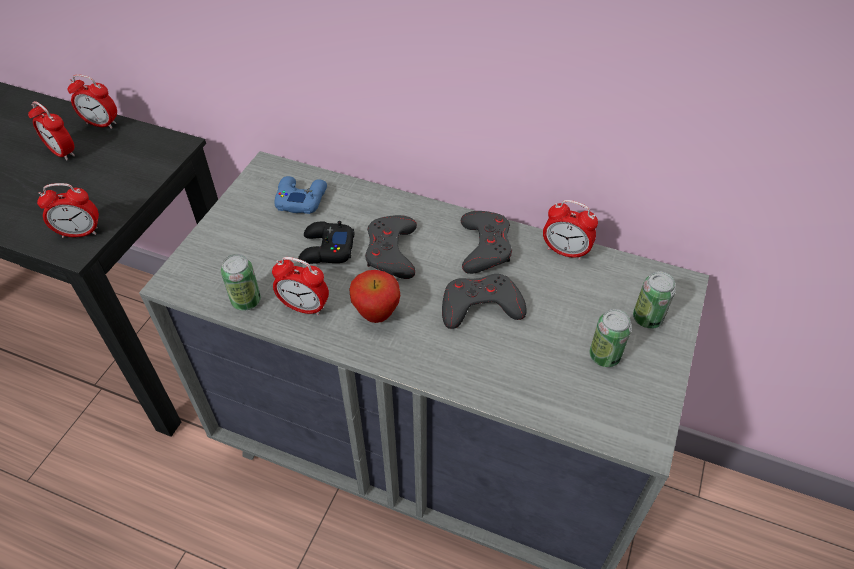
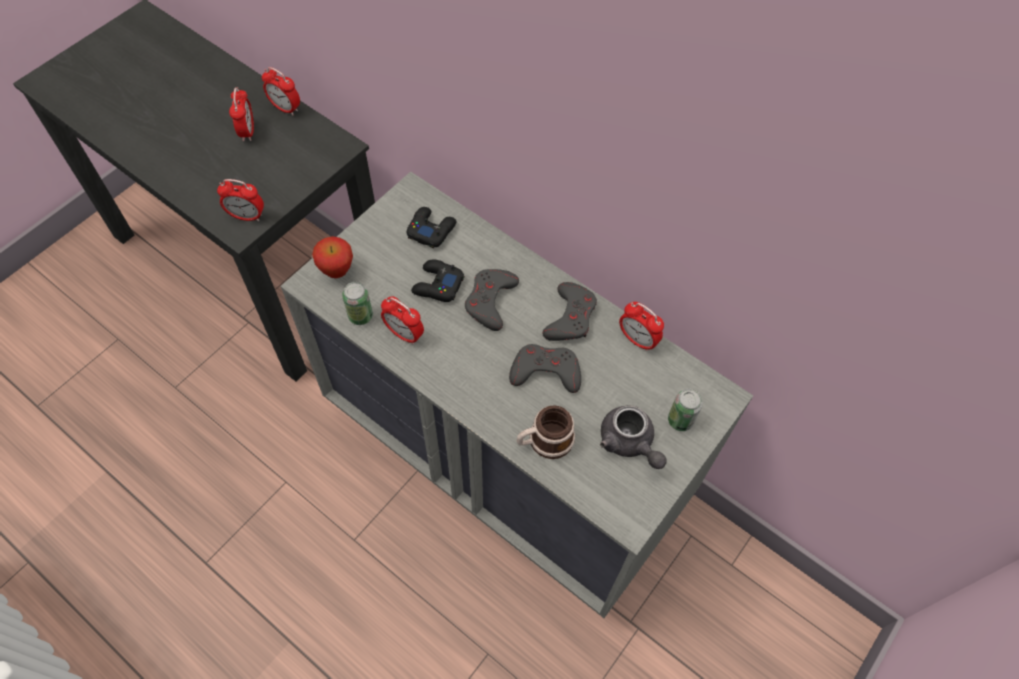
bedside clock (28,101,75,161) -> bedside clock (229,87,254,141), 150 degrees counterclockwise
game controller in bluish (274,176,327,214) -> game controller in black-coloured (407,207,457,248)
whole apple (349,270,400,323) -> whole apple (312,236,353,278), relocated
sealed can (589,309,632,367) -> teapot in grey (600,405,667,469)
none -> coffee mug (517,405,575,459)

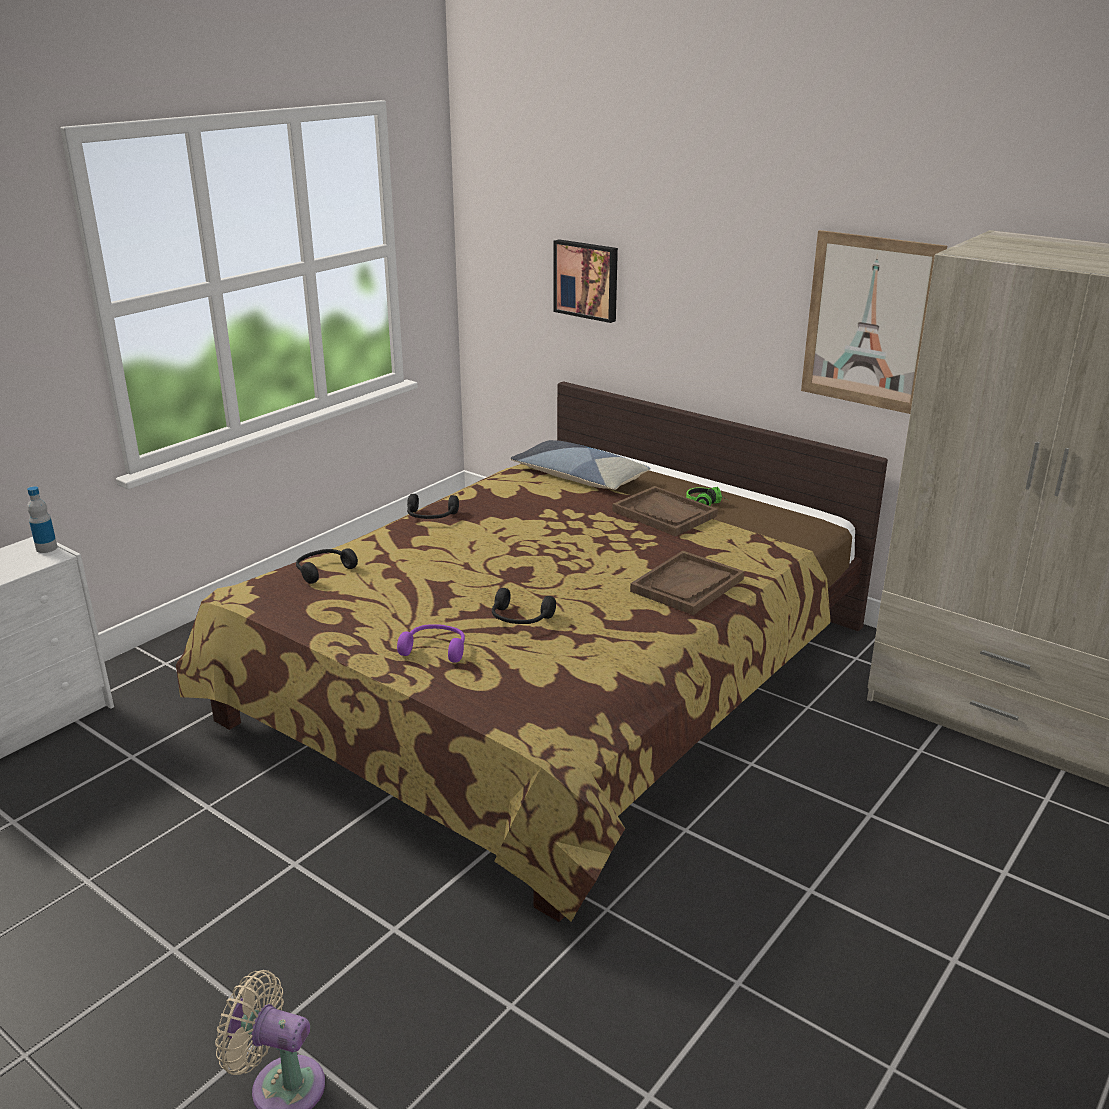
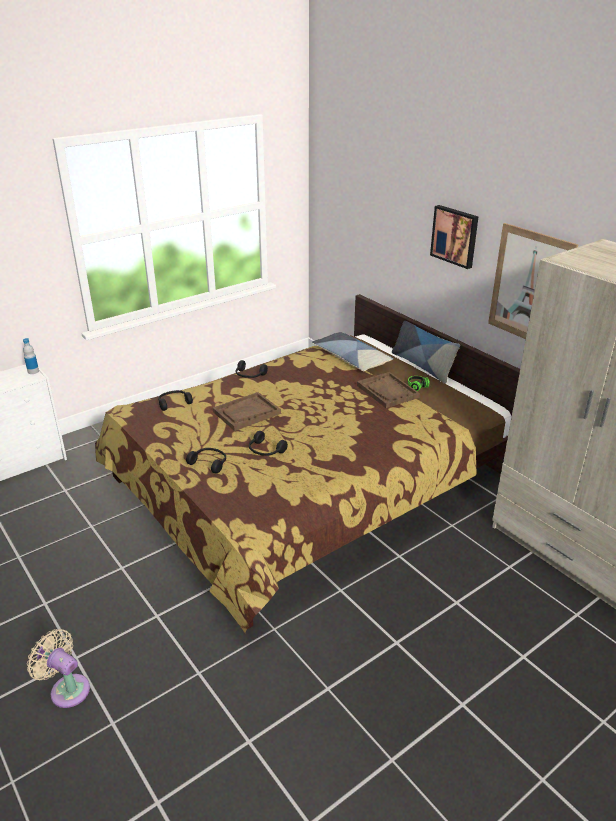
wall art (554,239,618,323) -> wall art (430,205,478,269), relocated
carrying tray in brown-coloured (630,551,744,615) -> carrying tray in brown-coloured (213,392,281,431), relocated
headphones in purple-coloured (397,624,465,663) -> headphones in black-coloured (186,448,226,473)
none -> cushion (392,321,460,384)

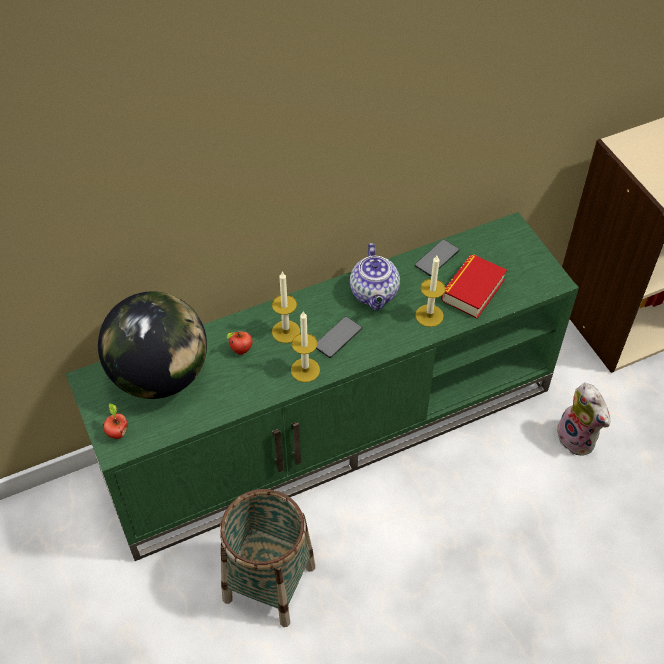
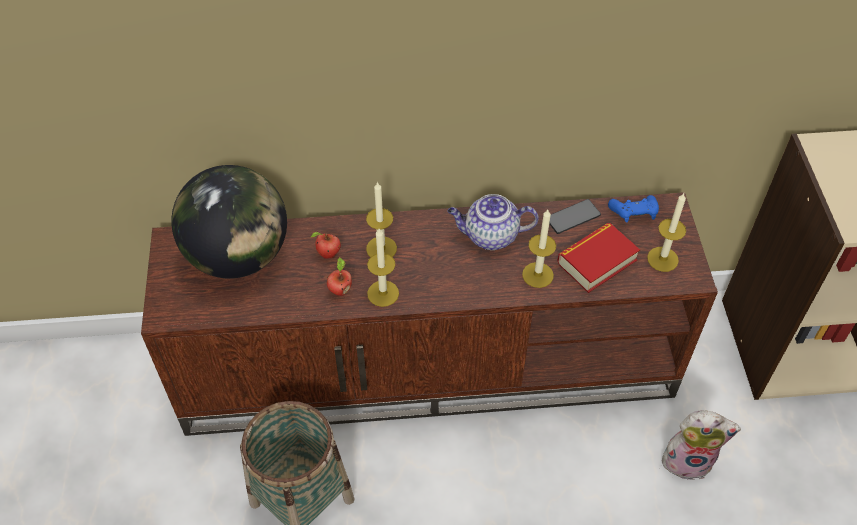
tv stand in greenish (66,212,579,561) -> tv stand in brown-coloured (141,192,718,436)
teapot (350,243,400,310) -> teapot (447,194,539,250), 75 degrees clockwise
handset (316,316,362,358) -> none
cuddly toy (557,383,611,456) -> cuddly toy (662,410,741,480), 75 degrees counterclockwise
whole apple (103,403,128,439) -> whole apple (327,257,352,296), relocated
none -> wax candle (647,193,686,272)
none -> game controller in bluish (608,195,659,222)

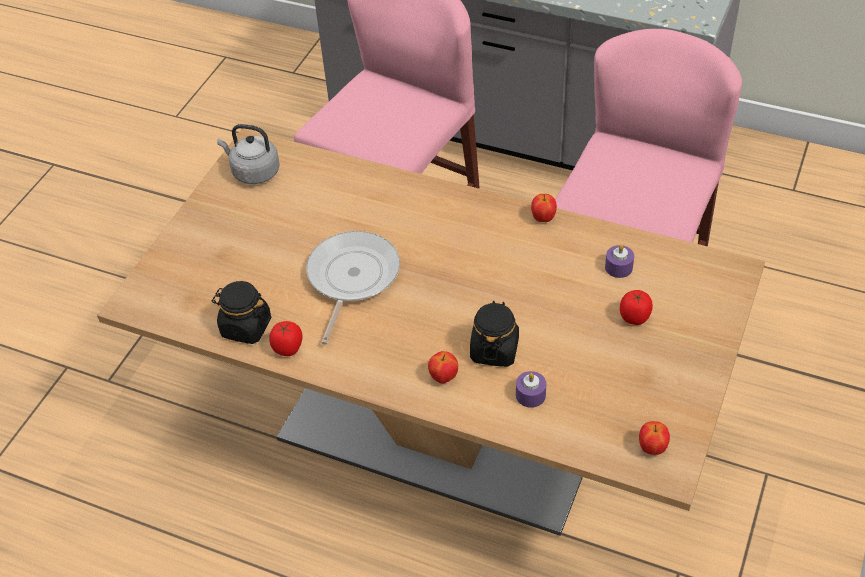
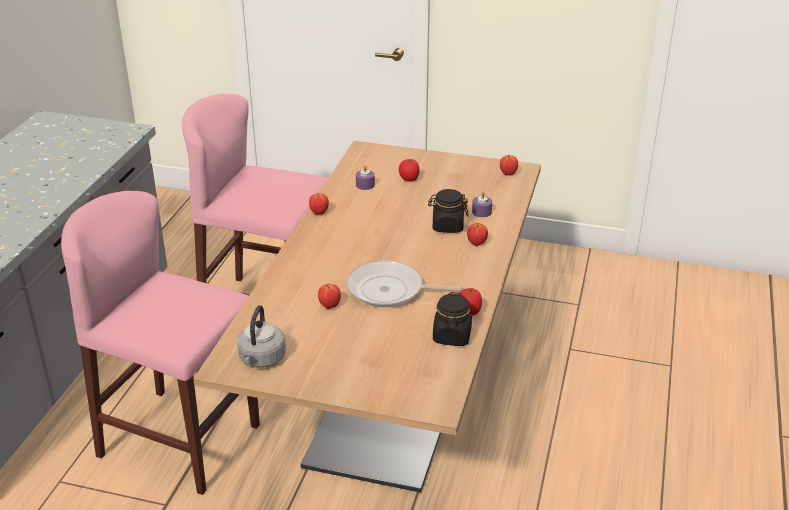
none -> whole apple (318,284,341,309)

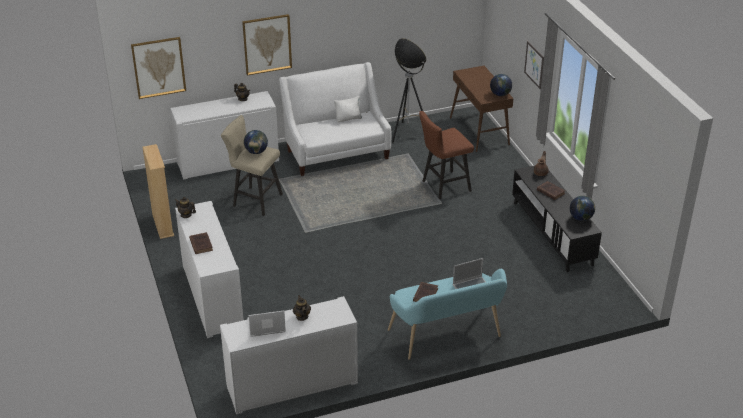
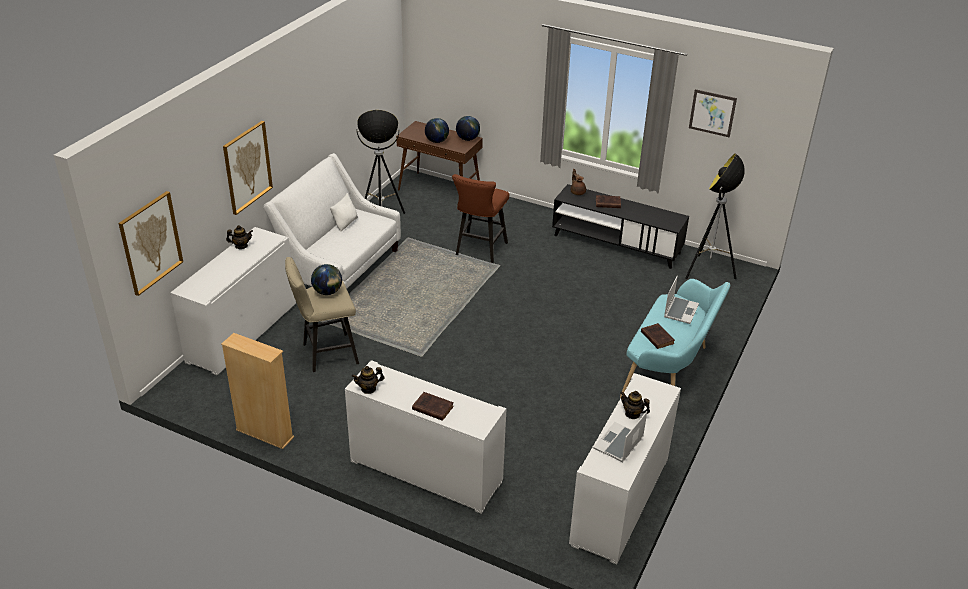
wall art (524,41,544,89) -> wall art (689,89,737,137), relocated
world globe (570,196,595,221) -> world globe (425,118,449,143), relocated
none -> standard lamp (685,153,745,279)

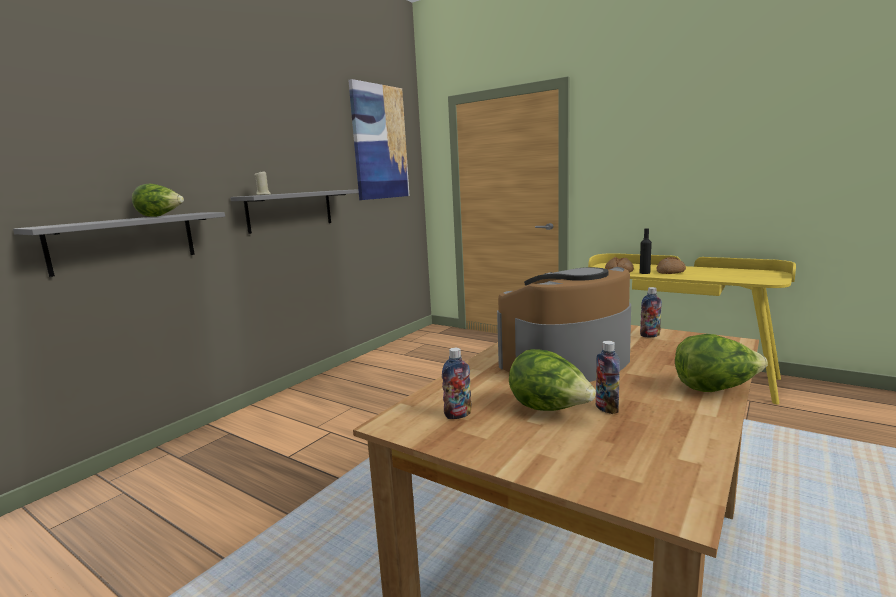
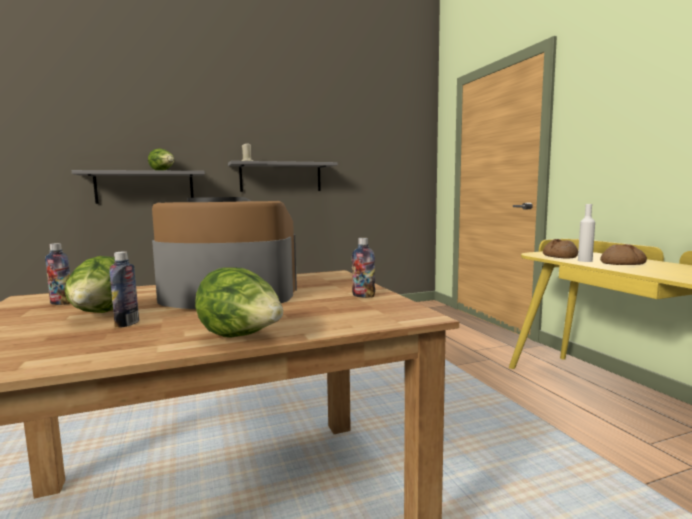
wall art (348,79,410,200) -> none
drink bottle in black-coloured (639,228,652,274) -> drink bottle in white (578,204,595,262)

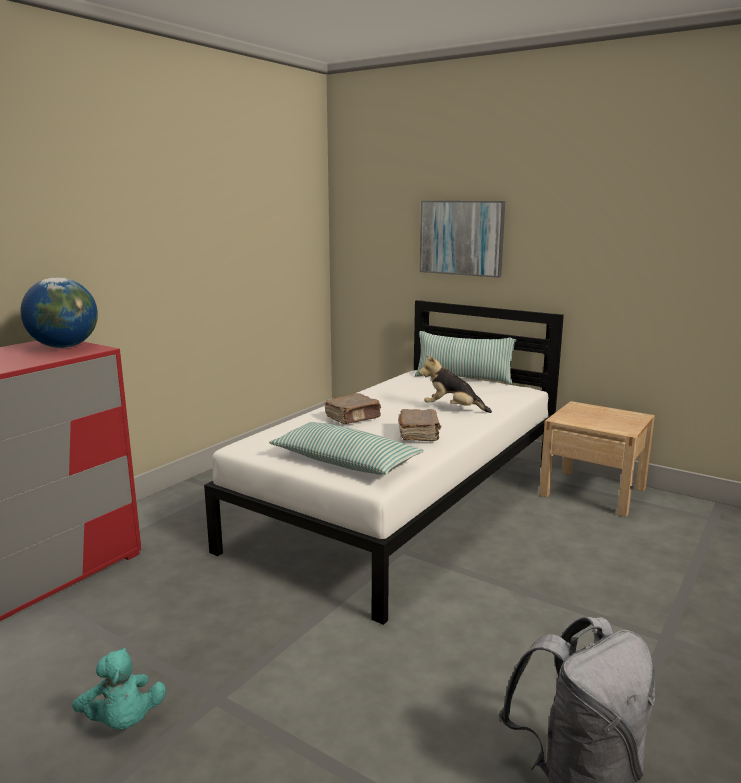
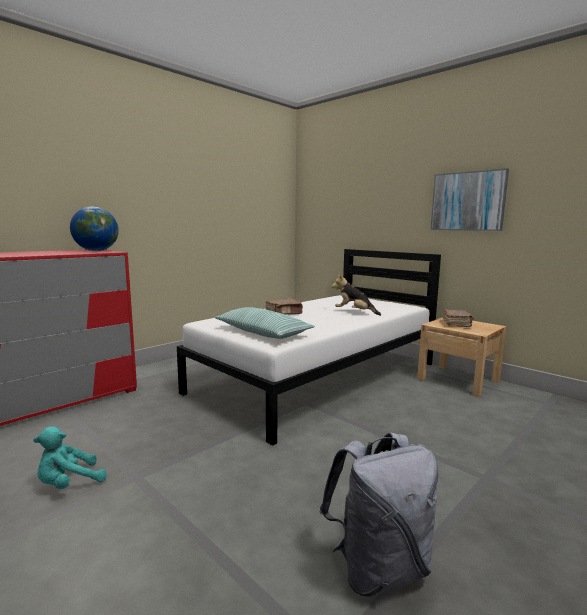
wall art (420,201,505,278) -> wall art (431,168,509,231), relocated
cushion (415,331,516,384) -> none
book in brown-coloured (398,409,441,441) -> book in brown-coloured (442,309,474,327), relocated
cuddly toy in turquoise (72,648,166,729) -> cuddly toy in turquoise (33,426,107,489), 75 degrees clockwise

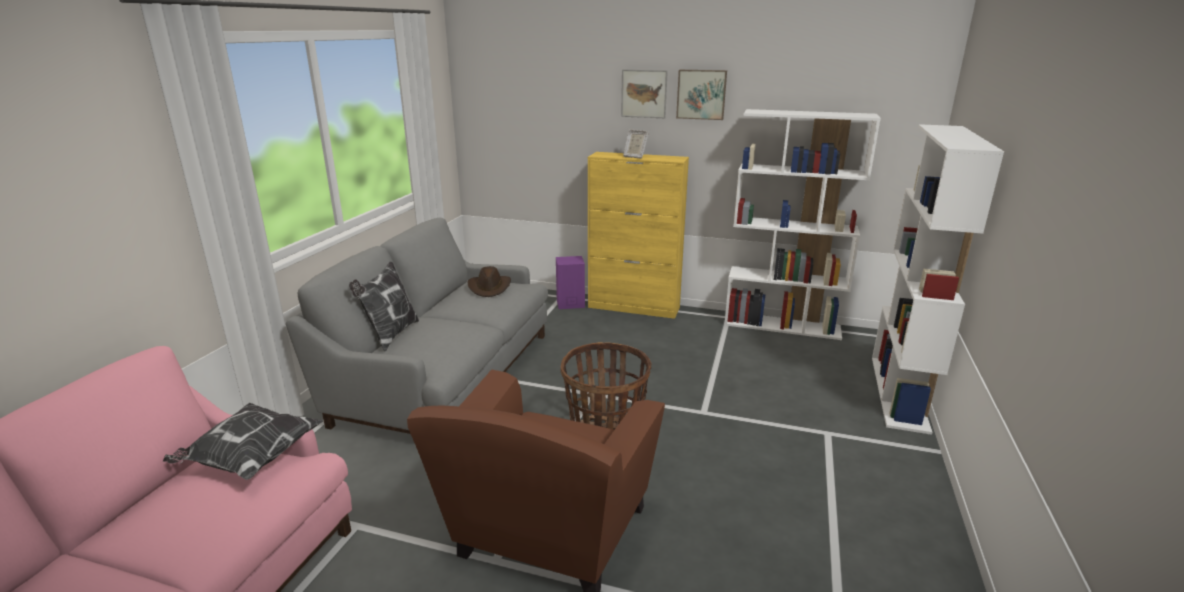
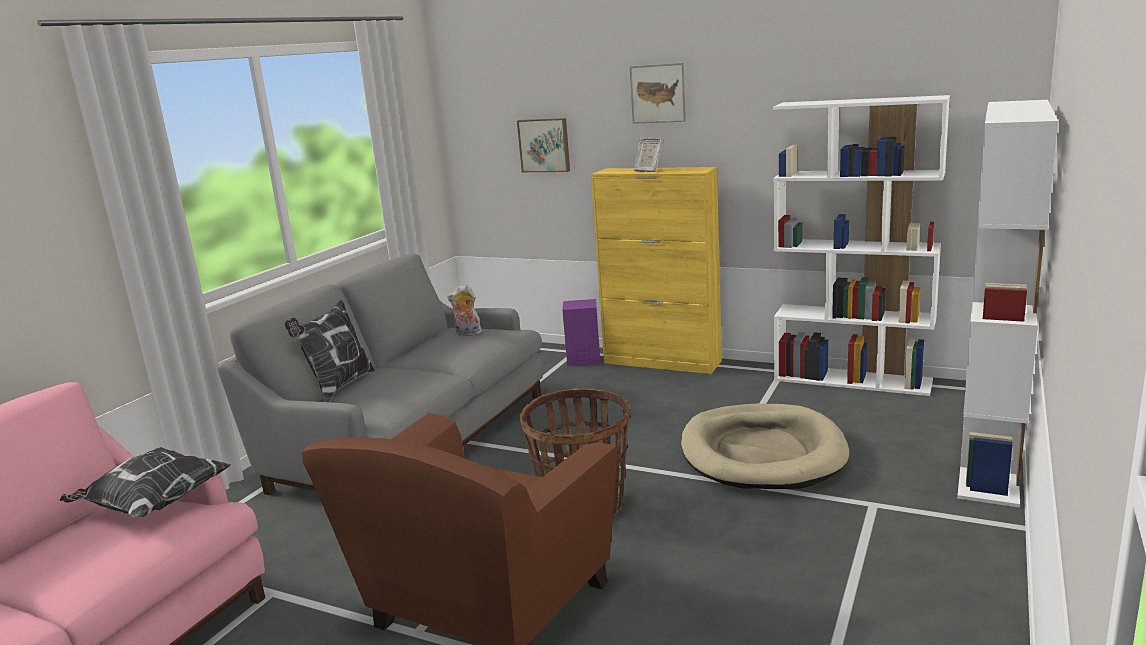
wall art (676,70,727,120) -> wall art (517,118,570,172), relocated
wearable hat in brown-coloured (468,266,511,297) -> cuddly toy (447,285,482,336)
none -> dog cushion in beige (681,404,849,489)

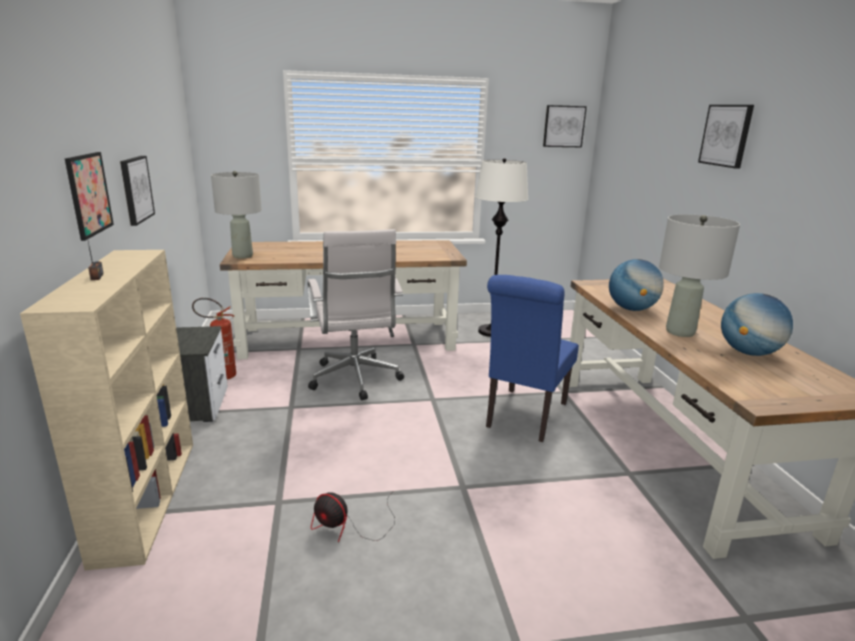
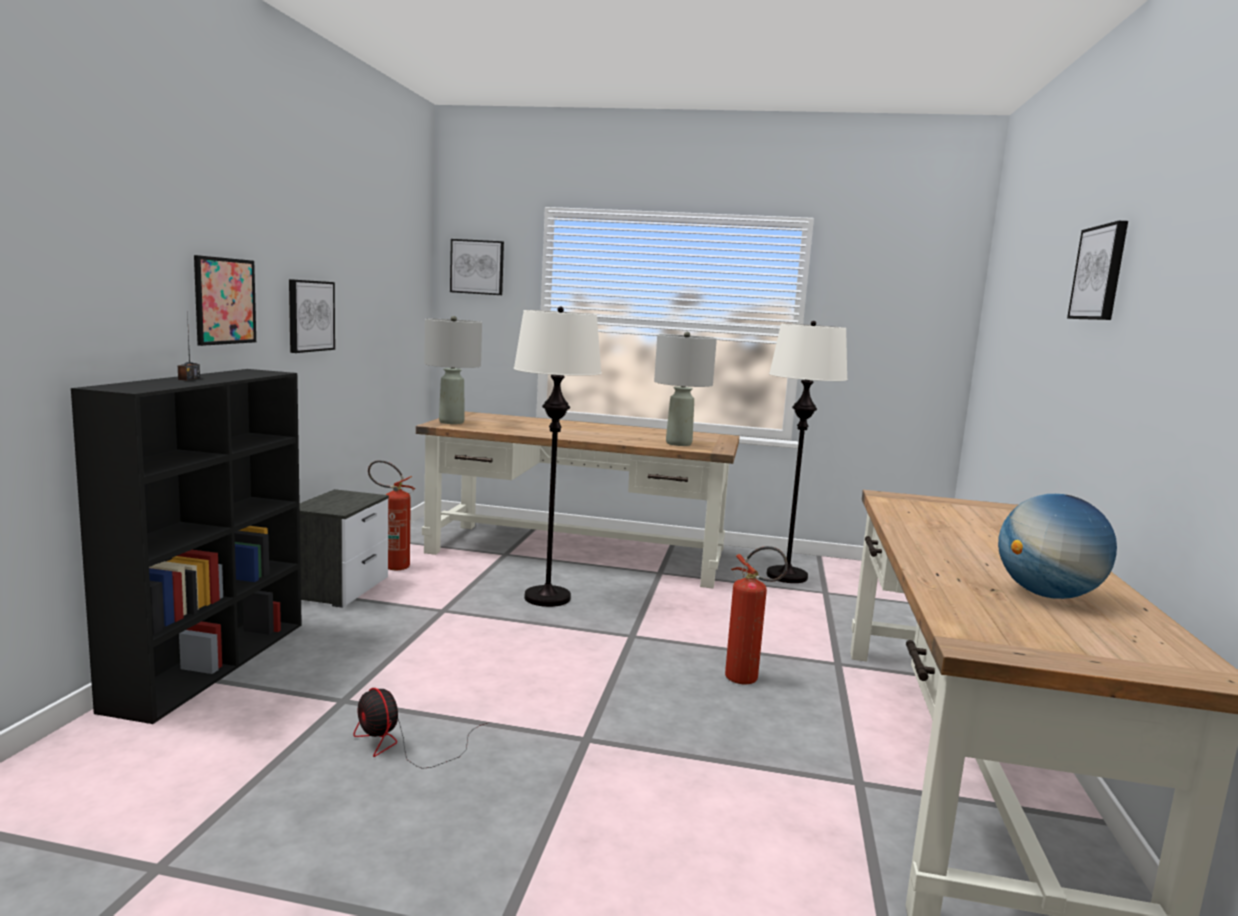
wall art (543,105,587,147) -> wall art (450,239,504,295), relocated
tabletop lamp in grey (659,214,740,337) -> tabletop lamp in grey (654,332,717,446), relocated
desk chair in white (307,229,404,400) -> standard lamp in white (514,307,602,607)
bookshelf in beige (20,250,193,570) -> bookshelf in black-coloured (71,369,302,724)
world globe (609,259,664,311) -> none
chair in bluish (486,275,579,442) -> fire-fighting cylinder (725,546,788,684)

